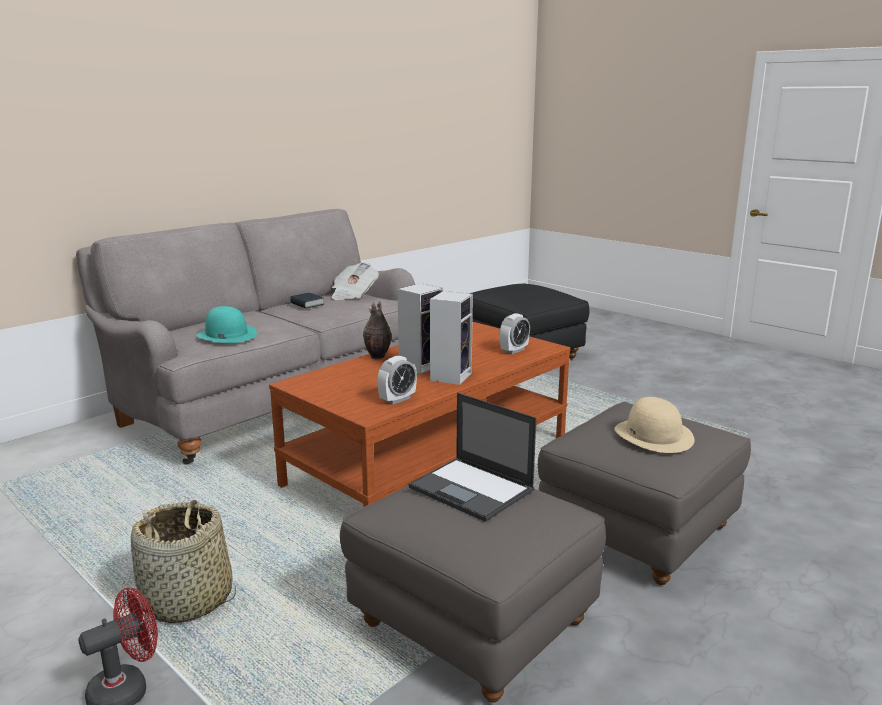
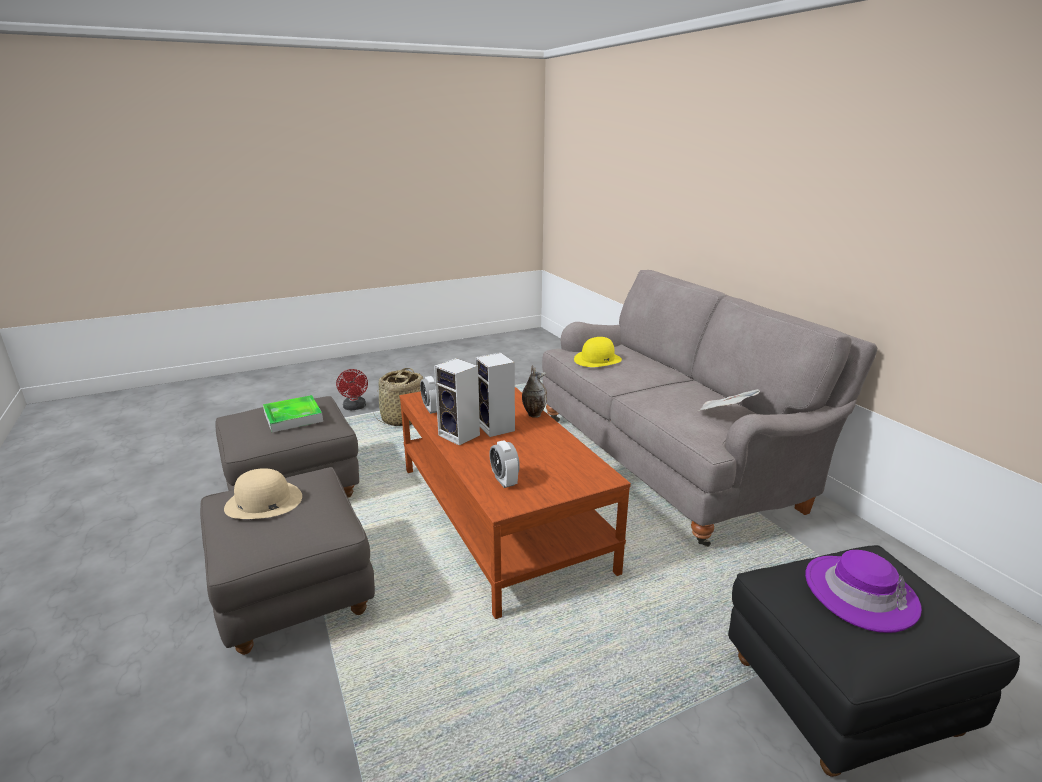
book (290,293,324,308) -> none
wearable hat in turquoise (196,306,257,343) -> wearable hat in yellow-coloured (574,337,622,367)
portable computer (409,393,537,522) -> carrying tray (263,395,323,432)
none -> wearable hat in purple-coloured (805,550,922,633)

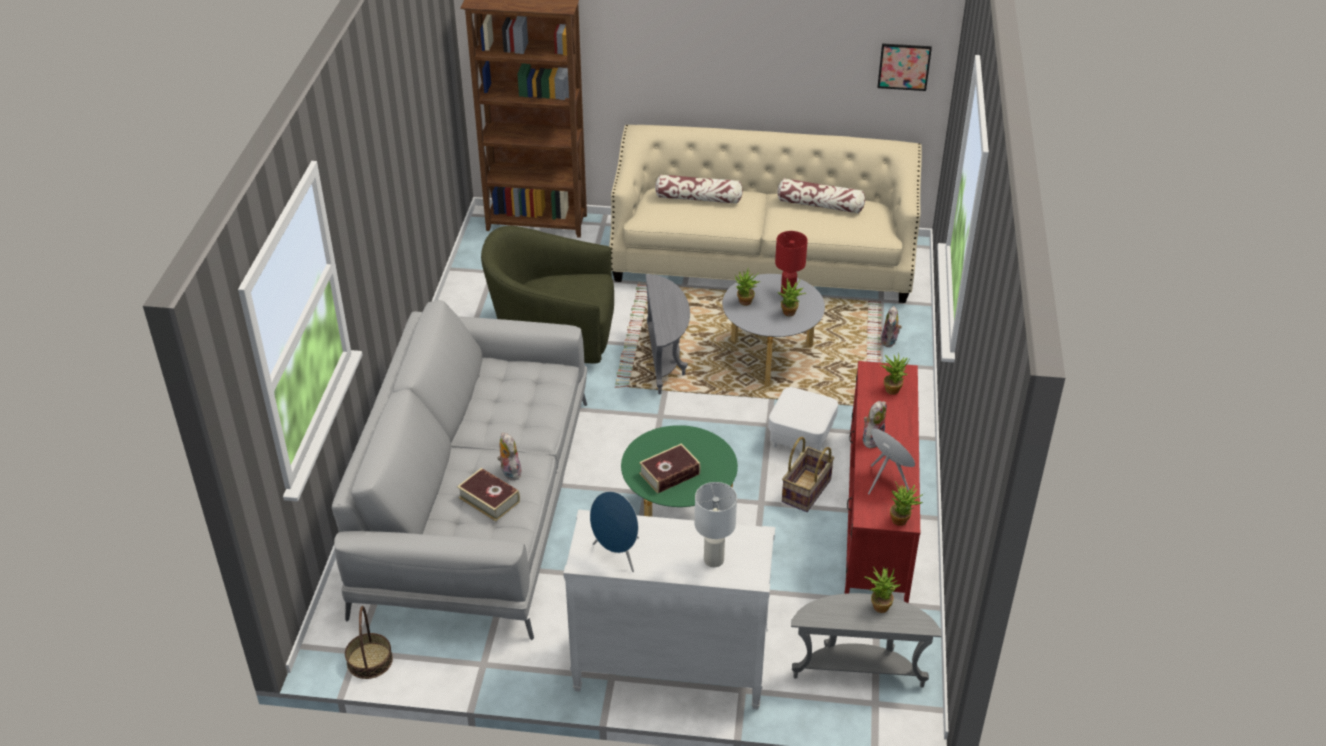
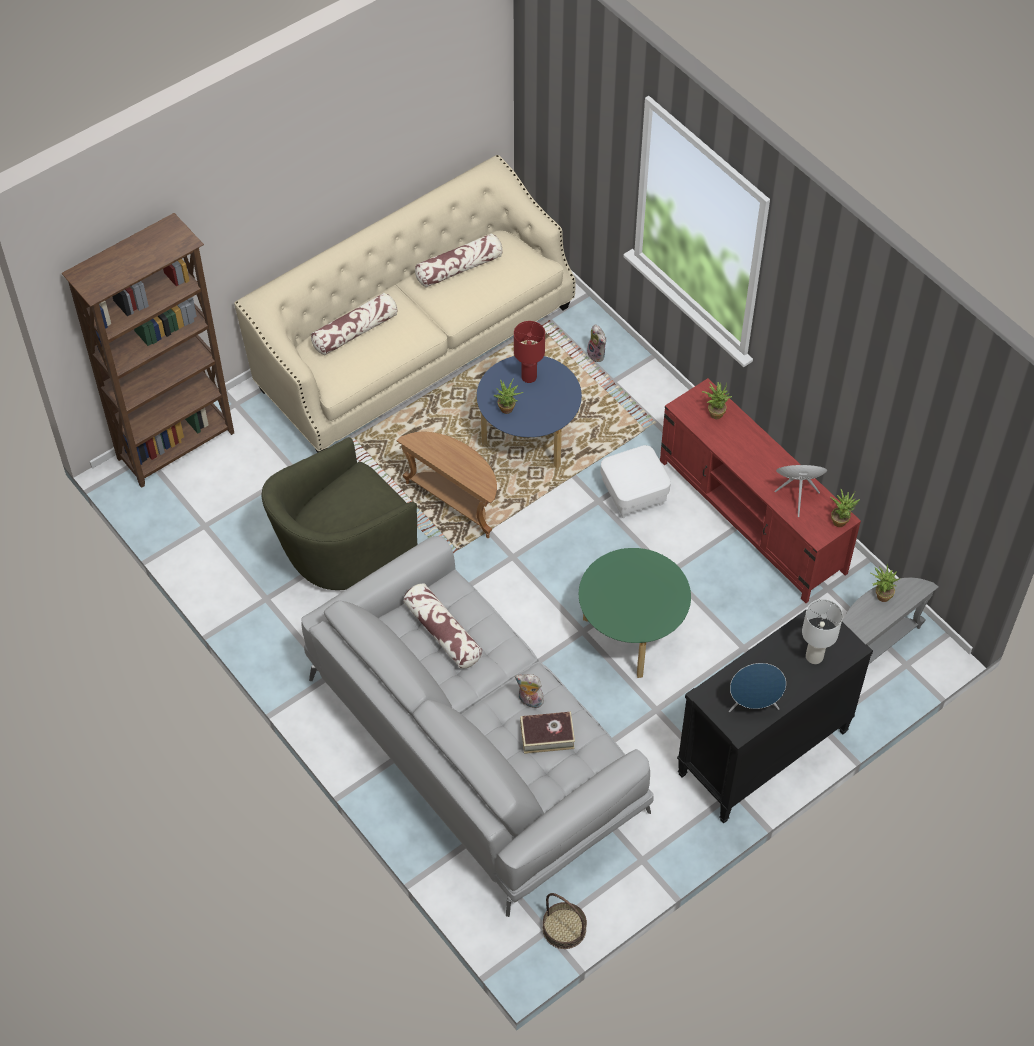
wall art (877,43,932,91) -> none
accent table in grey (646,274,690,394) -> accent table in brown-coloured (396,432,497,538)
lounge table in grey (722,274,825,387) -> lounge table in bluish (477,356,582,468)
plant in a pot (778,278,806,316) -> none
cuddly toy (863,401,887,448) -> none
household basket (782,437,834,512) -> none
book (639,443,701,494) -> none
chest of drawers in white (563,509,775,709) -> chest of drawers in black-coloured (677,609,873,824)
none -> cushion (403,583,482,669)

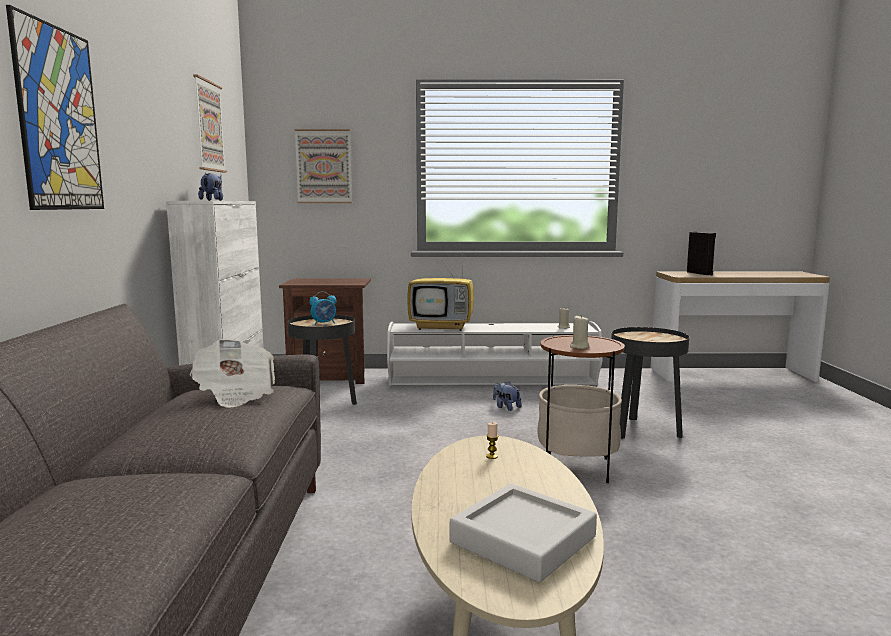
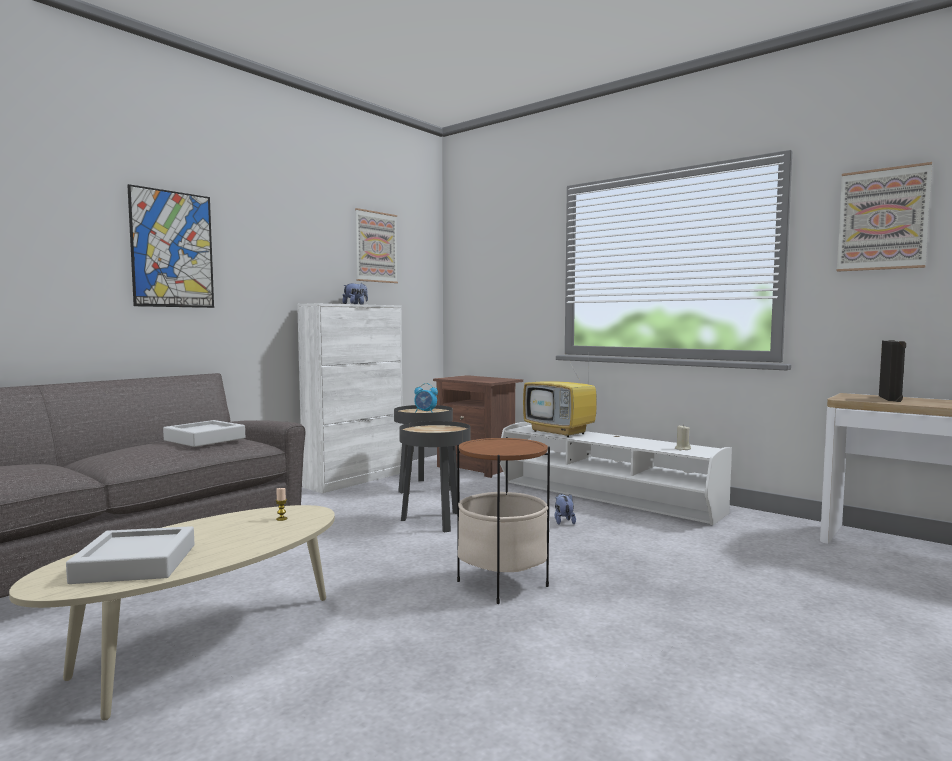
wall art (295,129,352,203) -> wall art (837,162,932,272), relocated
wax candle in beige (570,315,590,349) -> none
accent table in black-coloured (611,327,689,439) -> accent table in black-coloured (399,421,470,533), relocated
daily paper (190,338,275,408) -> carrying tray in grey (163,420,245,447)

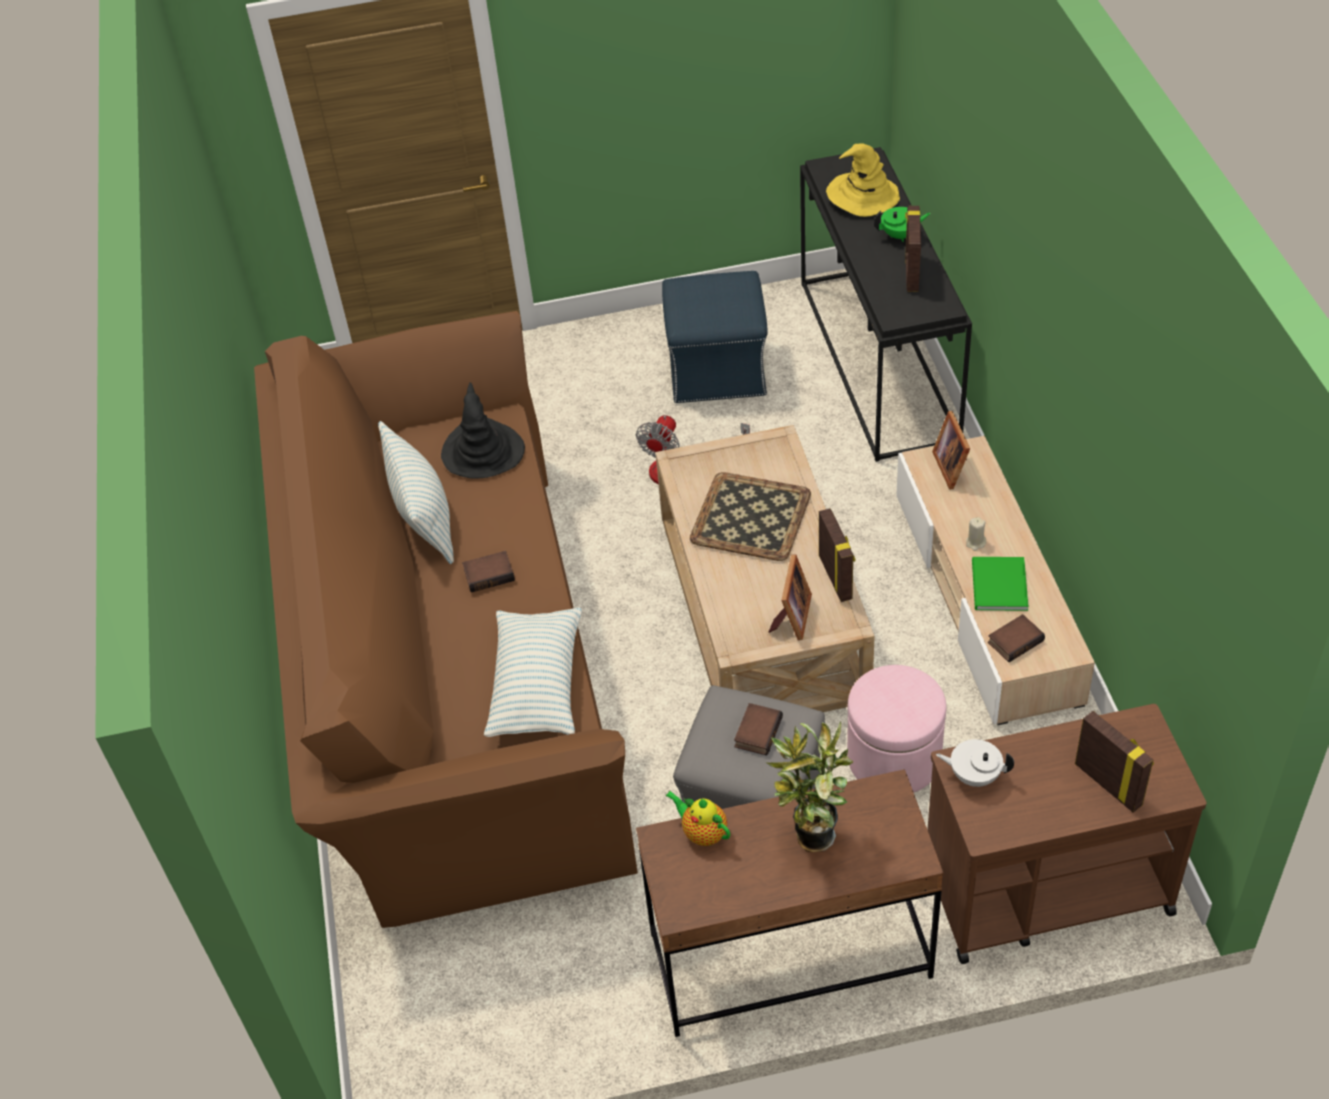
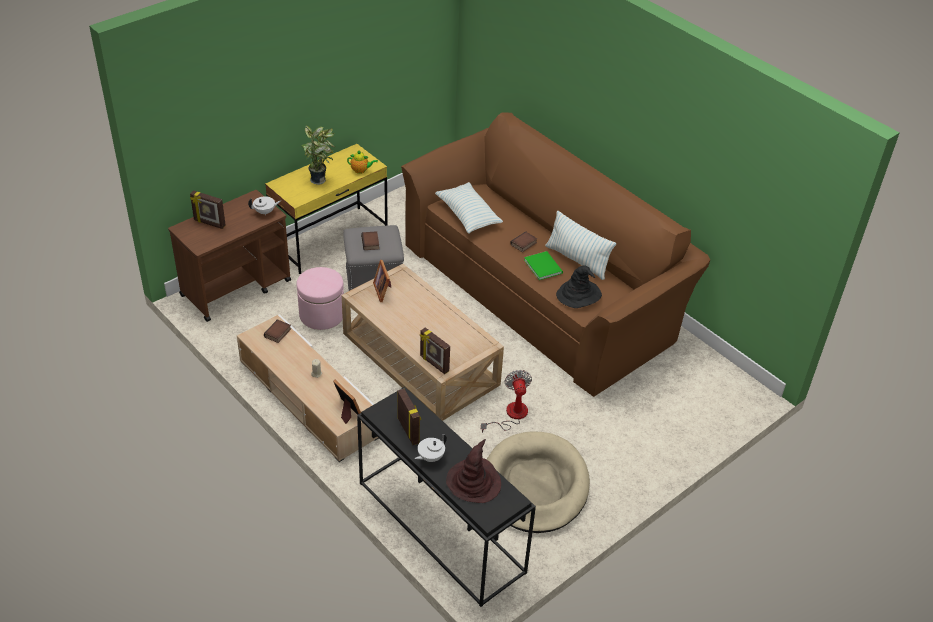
wearable hat in yellow-coloured (826,143,900,217) -> wearable hat in brown-coloured (446,439,501,503)
teapot in greenish (874,207,931,242) -> teapot in white (414,434,447,462)
pouffe in bluish (662,271,767,403) -> dog cushion in beige (487,431,590,533)
carrying tray (690,472,811,561) -> none
picture frame (819,508,855,602) -> picture frame (420,327,450,374), relocated
book in greenish (972,557,1028,611) -> book in greenish (524,251,563,280), relocated
desk unit in brown-coloured (636,769,943,1037) -> desk unit in yellow-coloured (265,144,388,274)

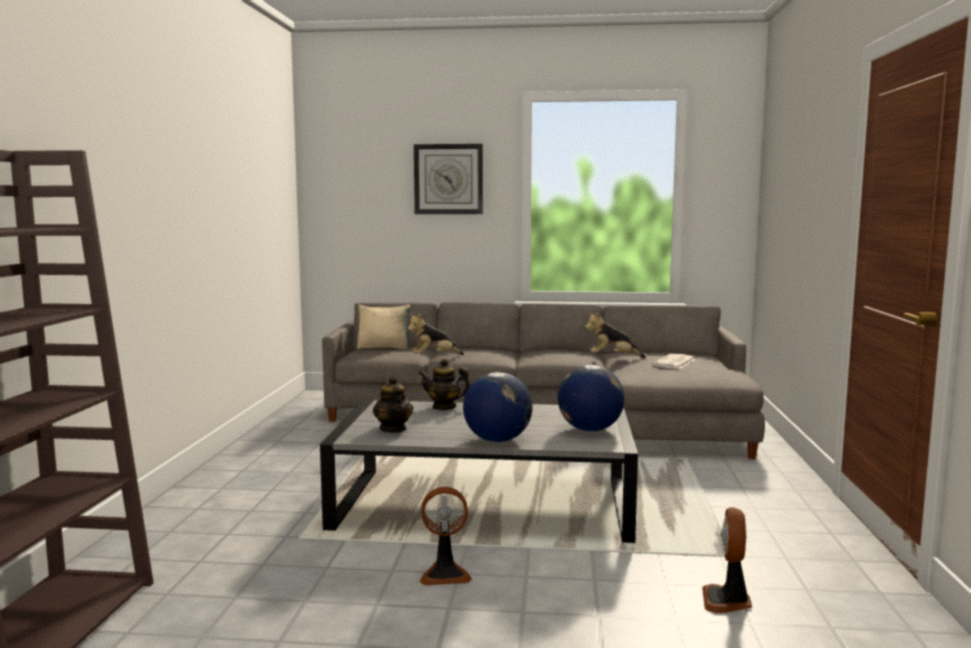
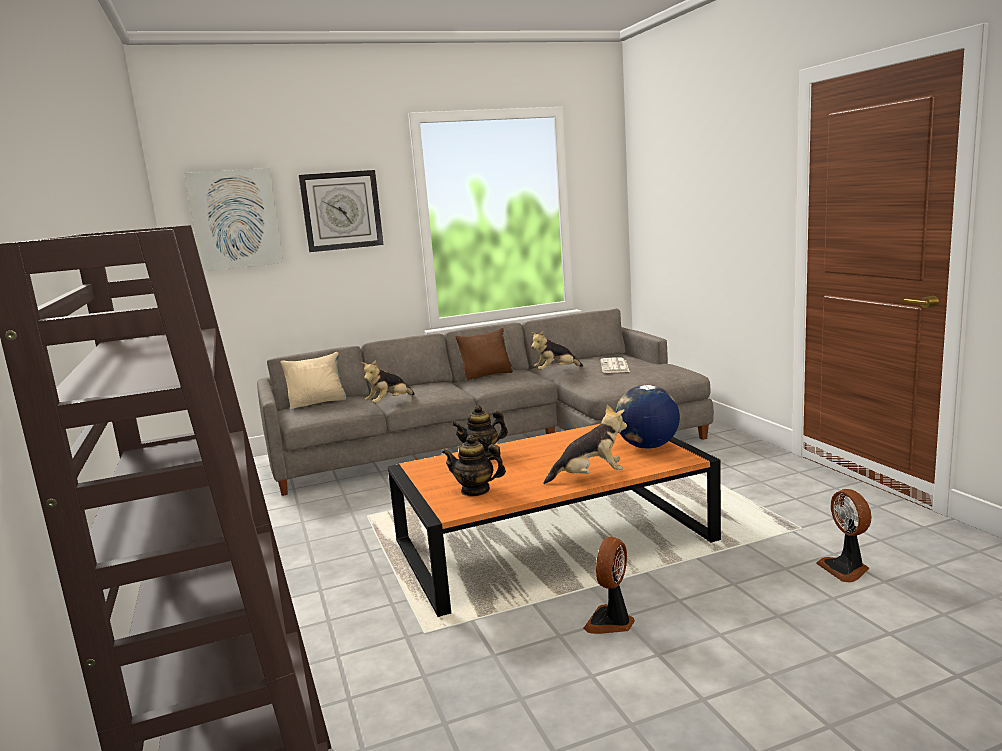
world globe (463,372,533,442) -> cuddly toy (543,405,627,484)
teapot (373,376,413,433) -> teapot (442,435,506,496), 150 degrees clockwise
lounge table in grey (320,400,638,543) -> lounge table in orange-coloured (387,424,721,617)
electric fan (420,487,472,585) -> electric fan (583,537,635,634), 150 degrees clockwise
none -> wall art (184,168,283,271)
none -> cushion in brown-coloured (456,328,513,380)

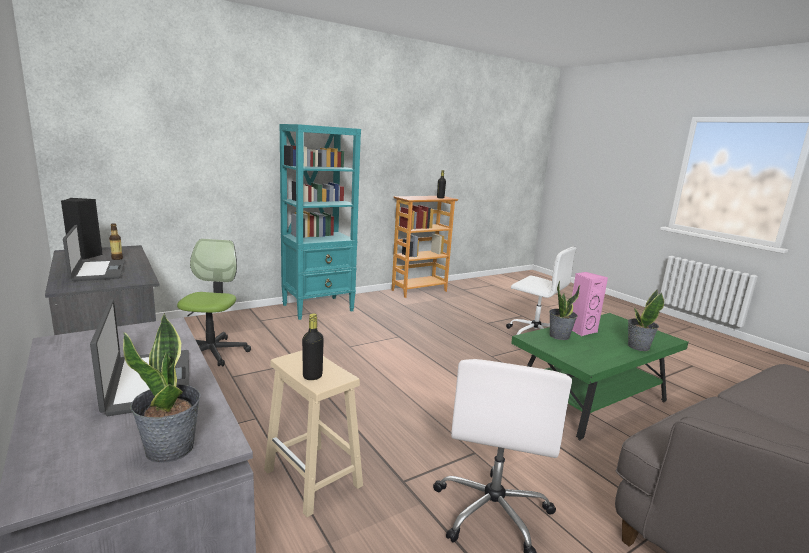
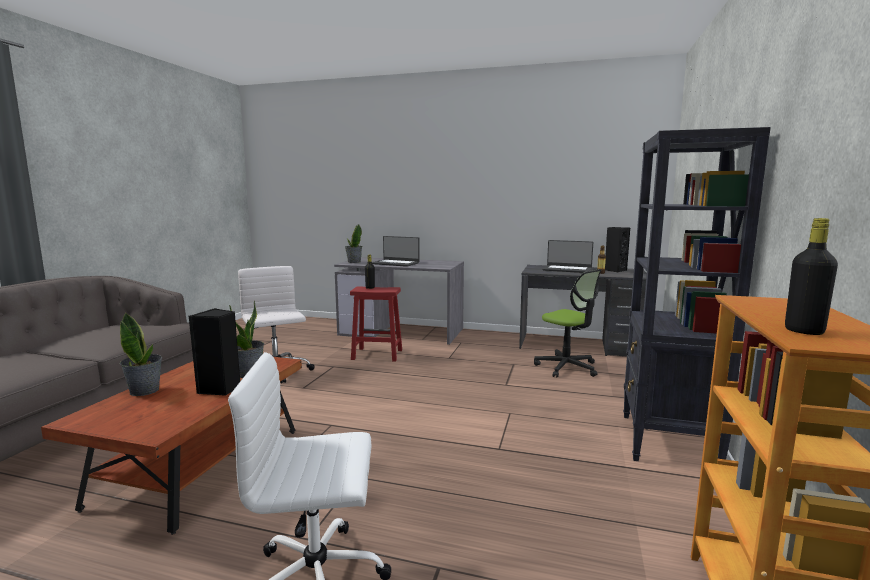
bookshelf in turquoise (279,124,361,320) -> bookshelf in black-coloured (623,127,771,461)
speaker in pinkish (572,272,608,336) -> speaker in black-coloured (189,308,240,396)
lounge table in greenish (511,313,689,441) -> lounge table in brown-coloured (41,357,302,535)
stool in beige (264,351,363,517) -> stool in reddish (350,286,402,362)

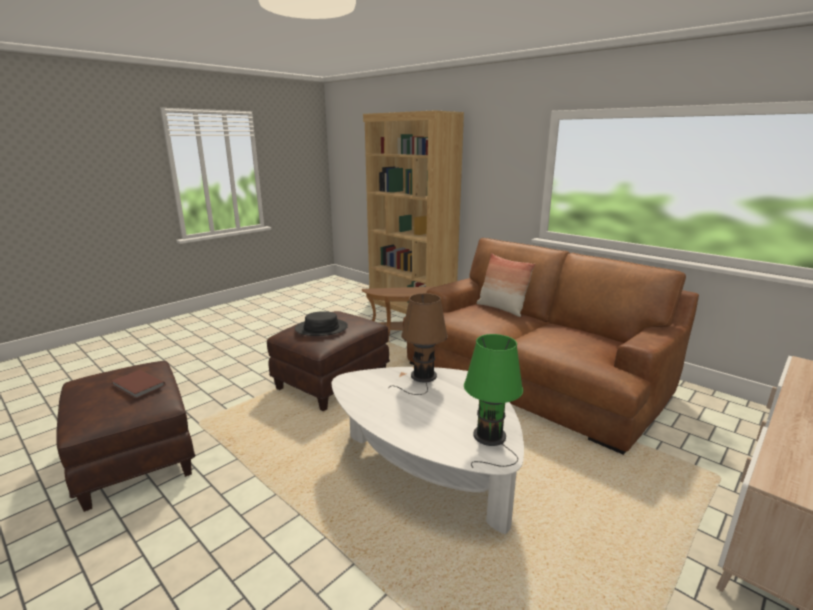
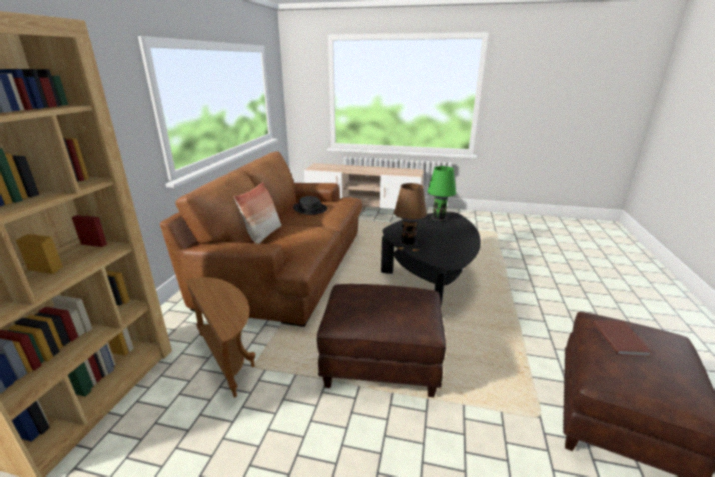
wearable hat in black-coloured (295,311,348,336) -> wearable hat in black-coloured (293,196,327,215), relocated
lounge table in white (332,367,524,534) -> lounge table in black-coloured (381,212,481,308)

